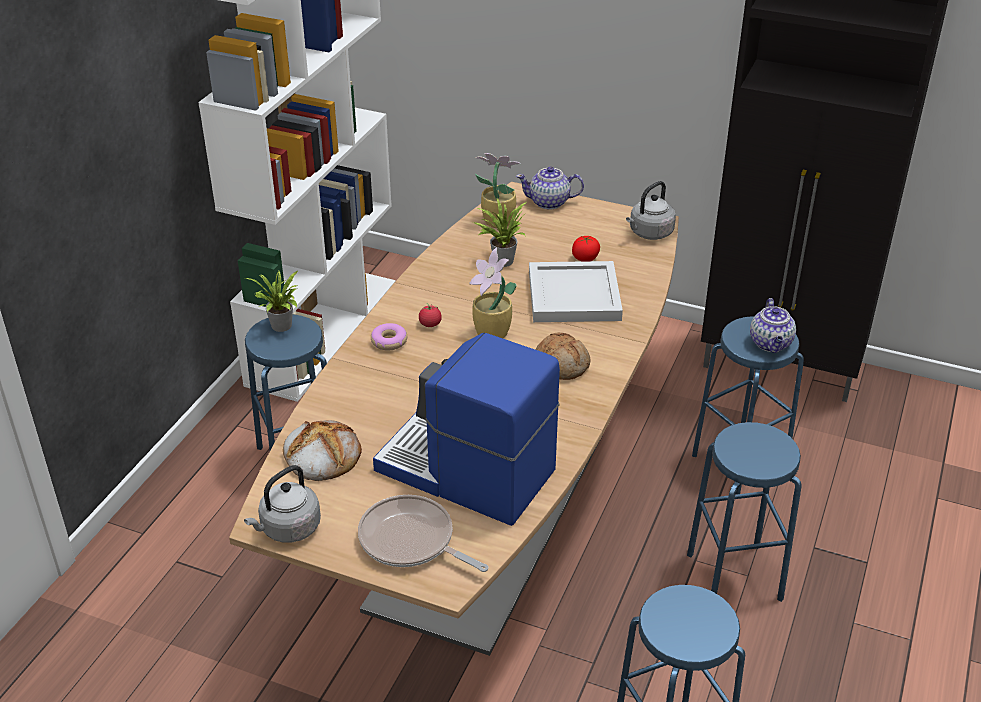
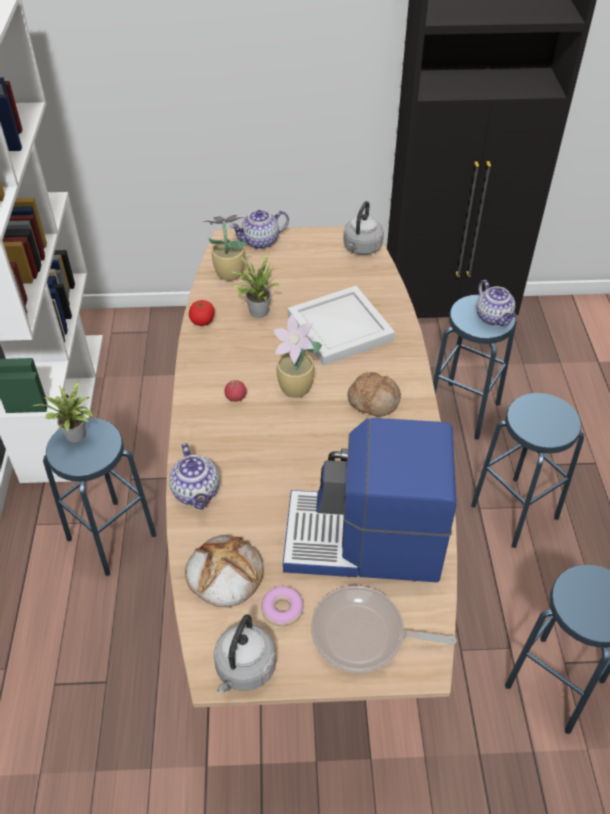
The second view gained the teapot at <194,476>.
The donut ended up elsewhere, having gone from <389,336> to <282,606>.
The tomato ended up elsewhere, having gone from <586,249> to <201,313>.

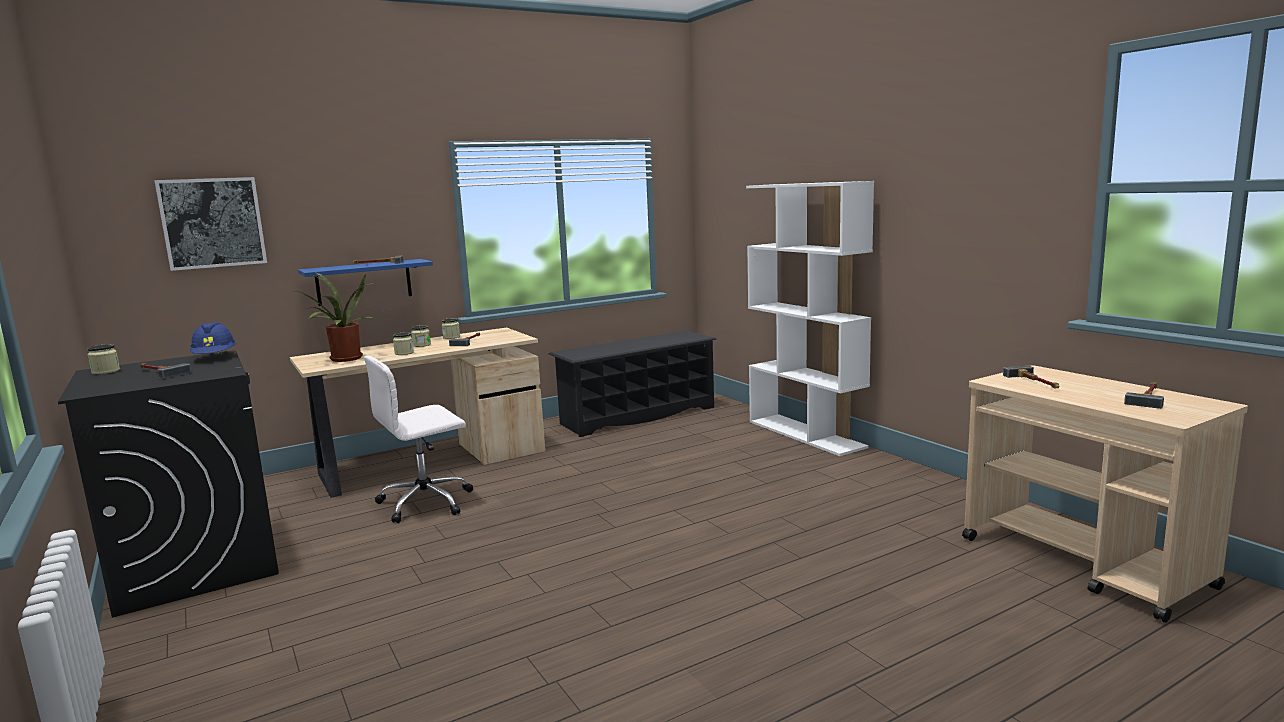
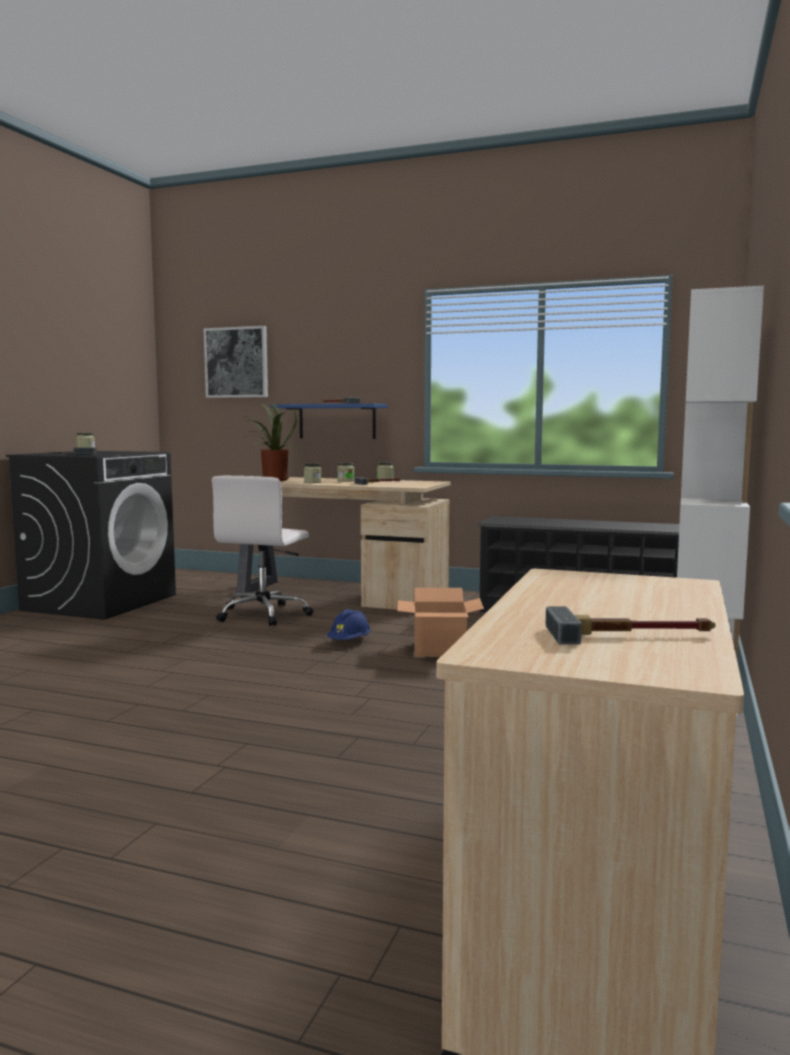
The second view lost the hammer at <1031,376>.
The second view gained the cardboard box at <440,622>.
The blue hard hat ended up elsewhere, having gone from <213,338> to <348,624>.
The white office chair at <418,439> ended up facing another way, 90 degrees counterclockwise from before.

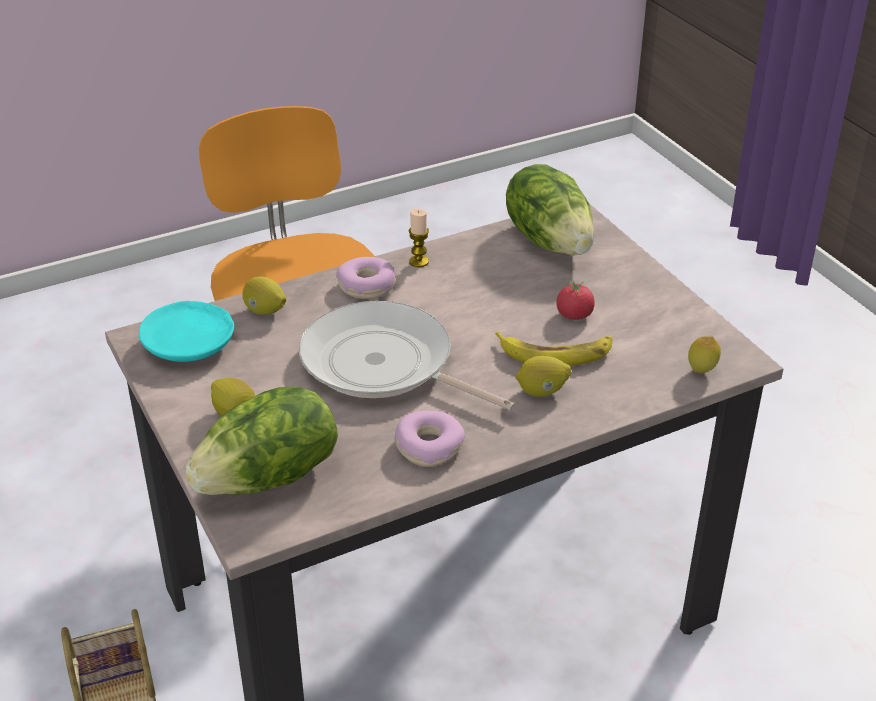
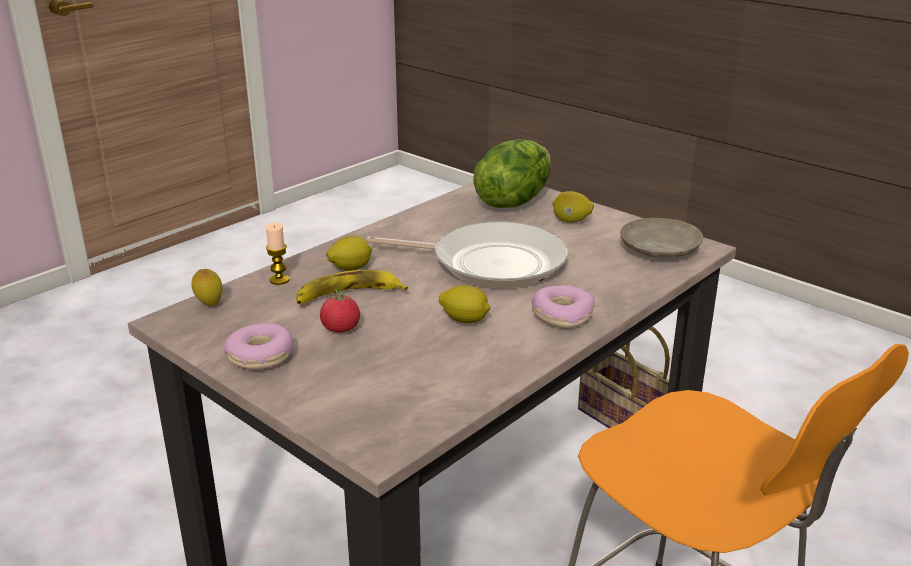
The second view lost the lettuce at <550,209>.
The lemon ended up elsewhere, having gone from <264,295> to <464,304>.
The donut ended up elsewhere, having gone from <429,439> to <259,346>.
The candle ended up elsewhere, having gone from <419,238> to <277,254>.
What was the turquoise plate at <186,331> turned into the beige plate at <661,238>.

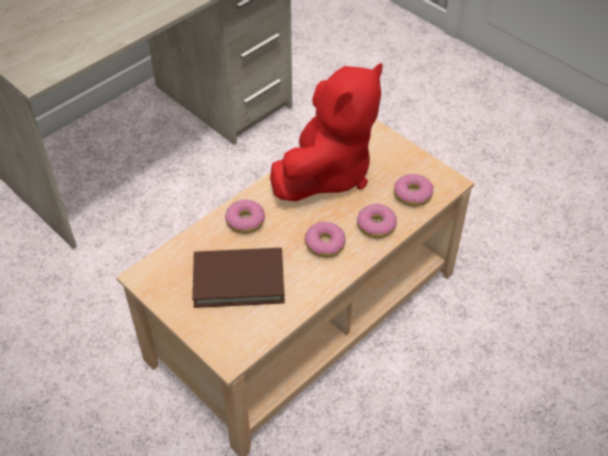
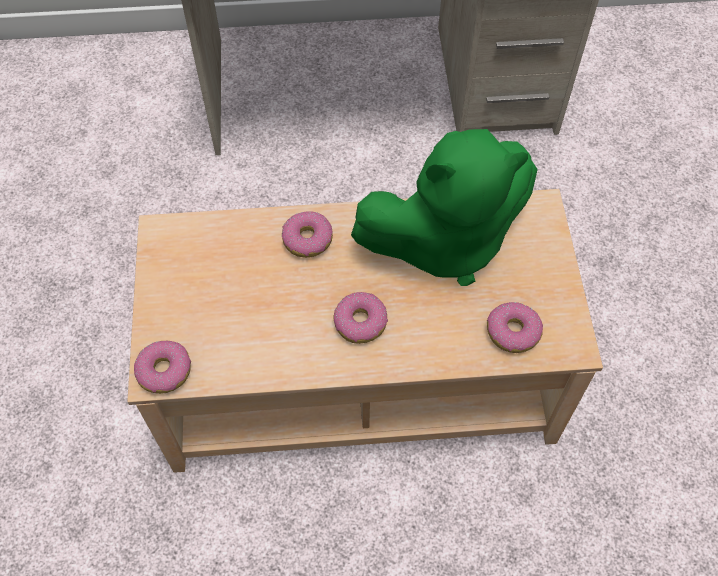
The second view lost the brown book at <238,278>.
The donut ended up elsewhere, having gone from <377,221> to <162,367>.
What was the red plush toy at <326,132> turned into the green plush toy at <444,207>.

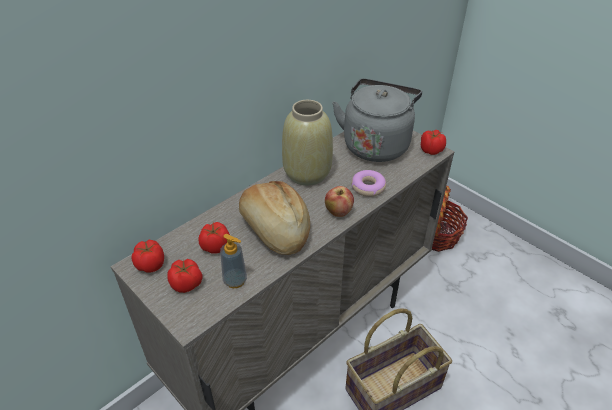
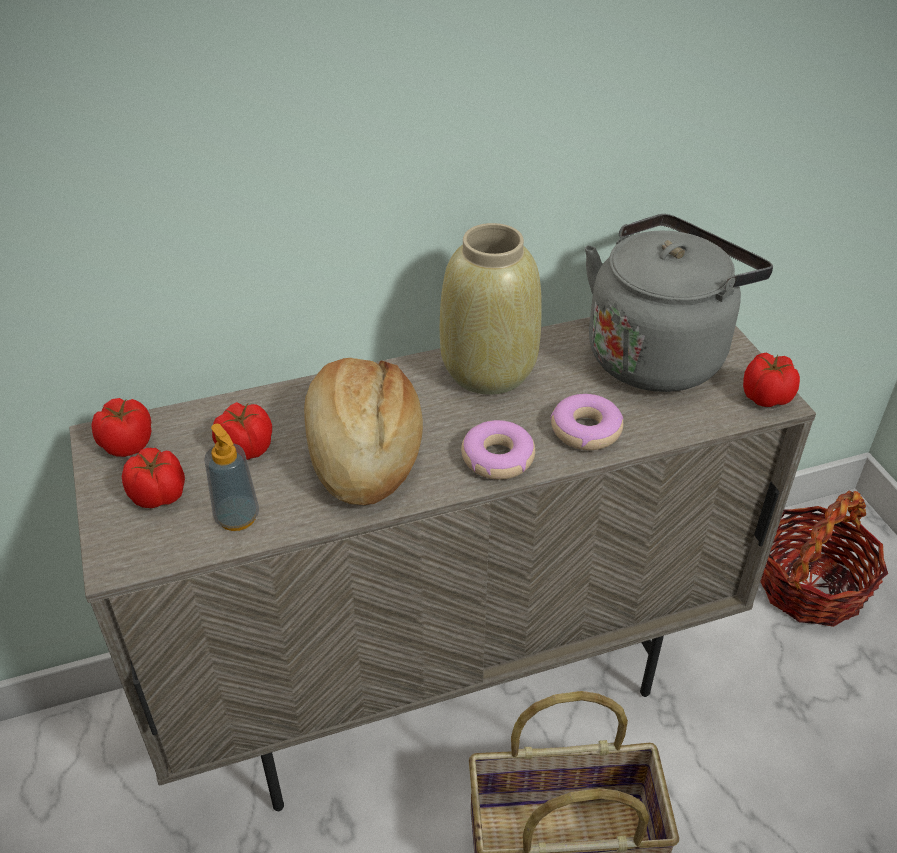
Where the apple stood at <339,201>, the donut came to stand at <498,450>.

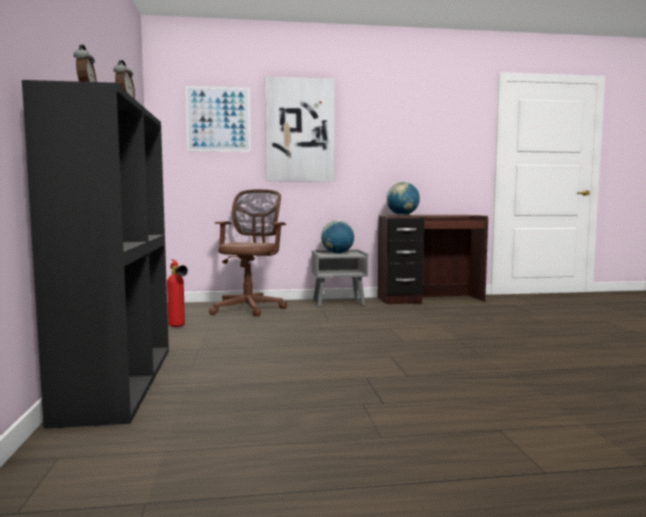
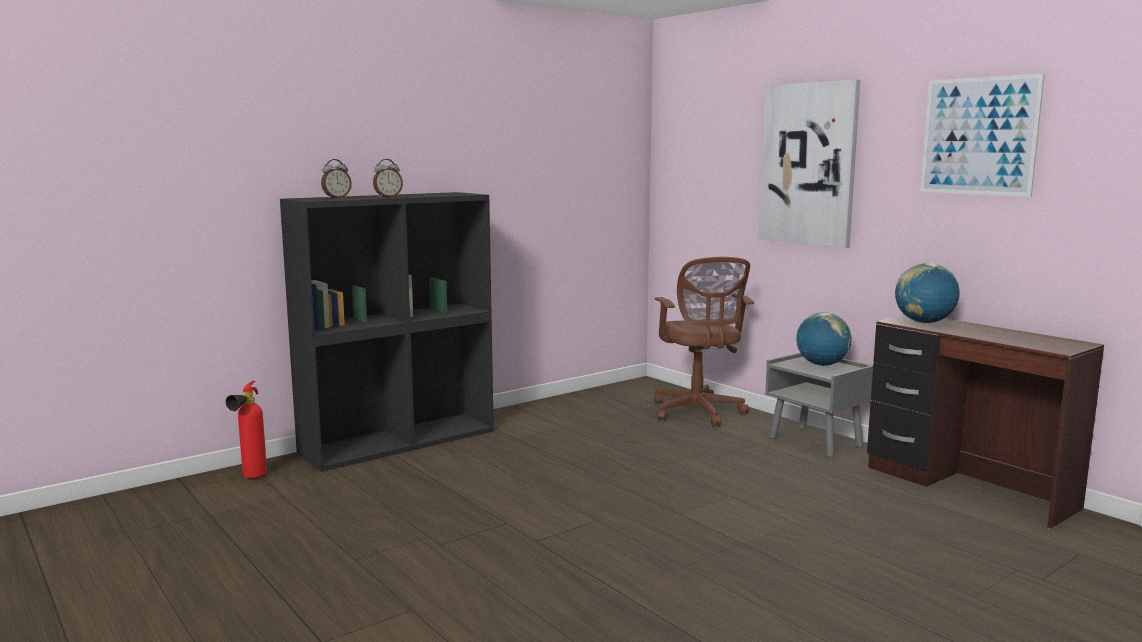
The fire extinguisher ended up elsewhere, having gone from <177,293> to <246,430>.
The picture ended up elsewhere, having gone from <218,119> to <982,135>.
The brown office chair at <248,253> ended up facing another way, 90 degrees clockwise from before.

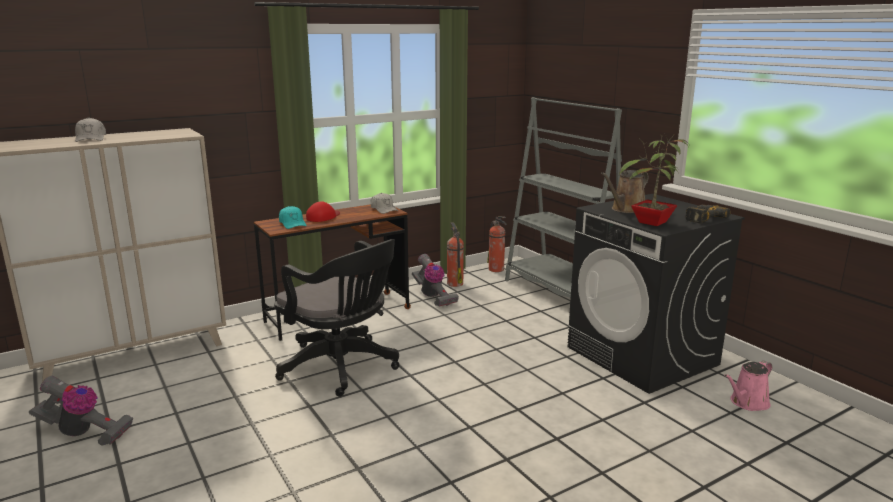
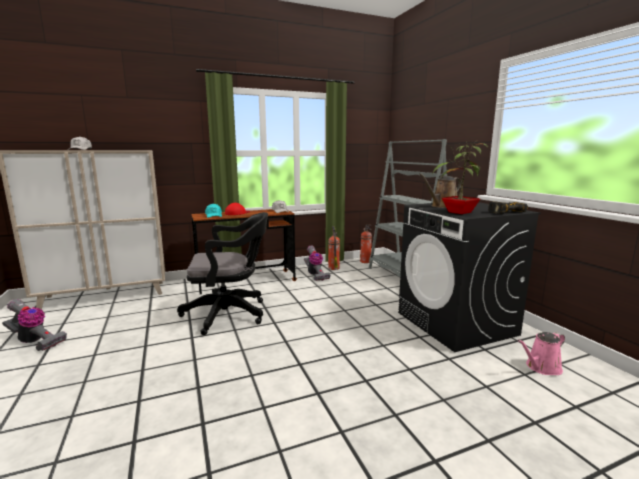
The black office chair at <336,318> ended up facing another way, 60 degrees counterclockwise from before.

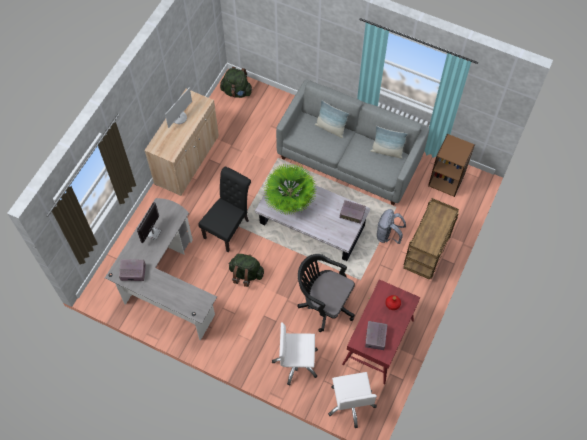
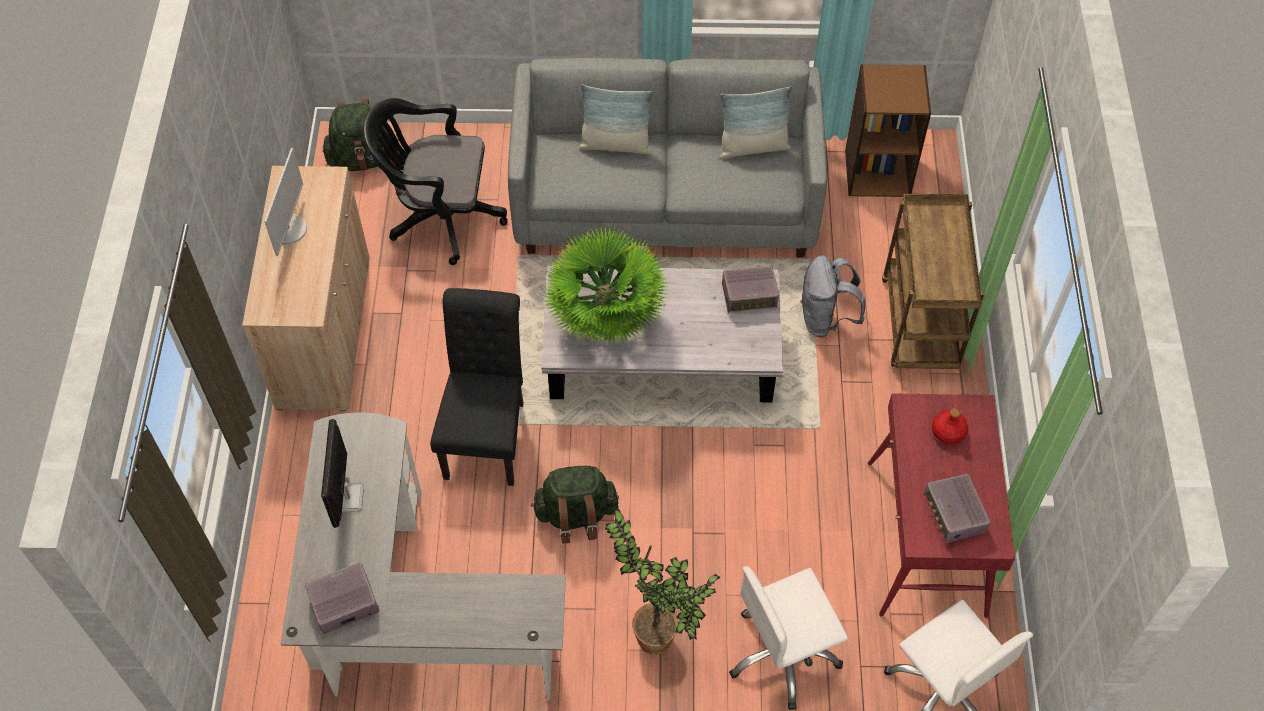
The second view gained the potted plant at <663,581>.
The black office chair ended up elsewhere, having gone from <326,293> to <435,181>.

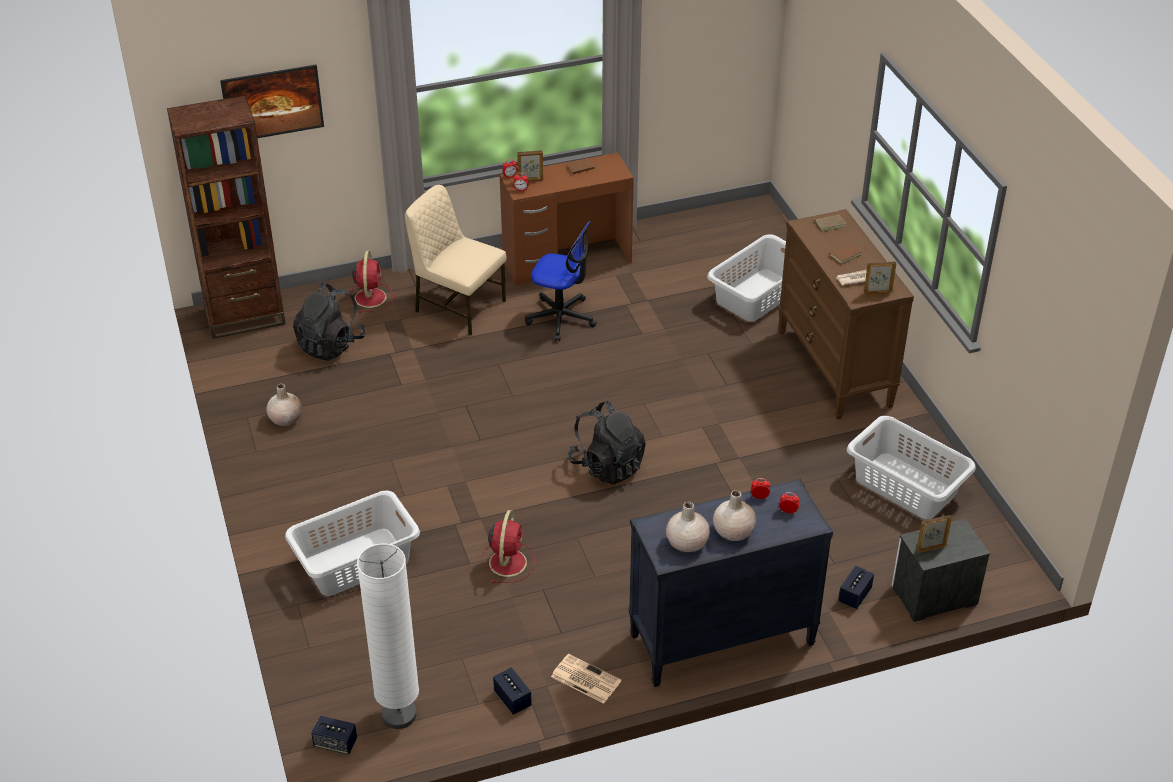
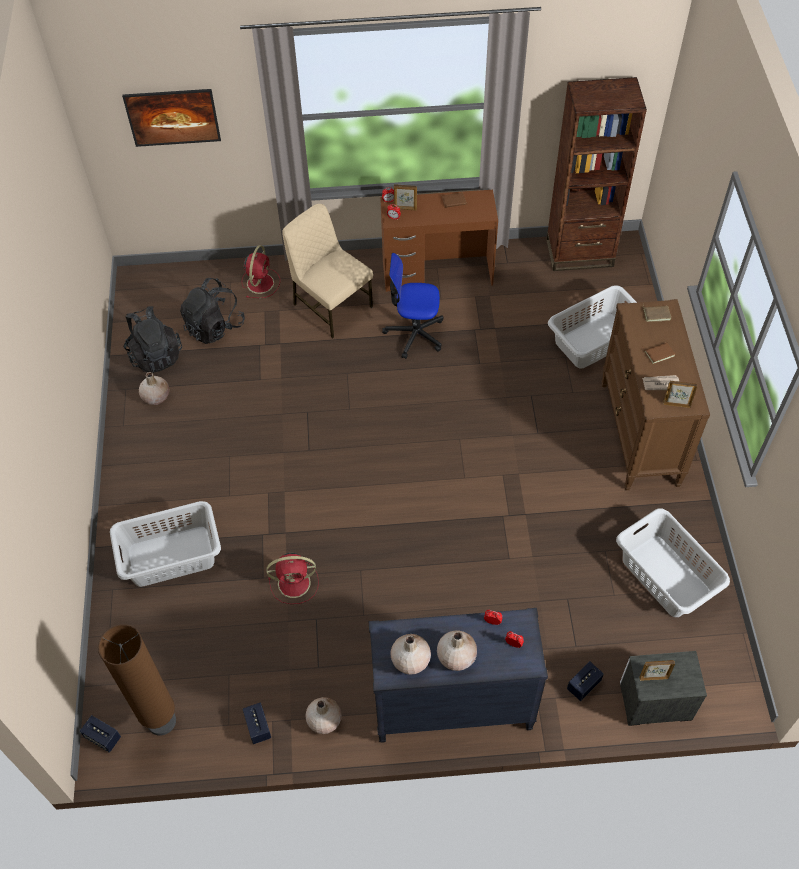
The brown bookcase ended up elsewhere, having gone from <226,217> to <596,174>.
The black backpack ended up elsewhere, having gone from <607,443> to <153,339>.
Where the newspaper stood at <586,679>, the beige vase came to stand at <324,715>.
What was the white floor lamp at <388,636> turned into the brown floor lamp at <137,679>.
The red fan at <508,546> ended up facing another way, 60 degrees clockwise from before.
The office chair at <561,281> ended up facing another way, 150 degrees clockwise from before.

